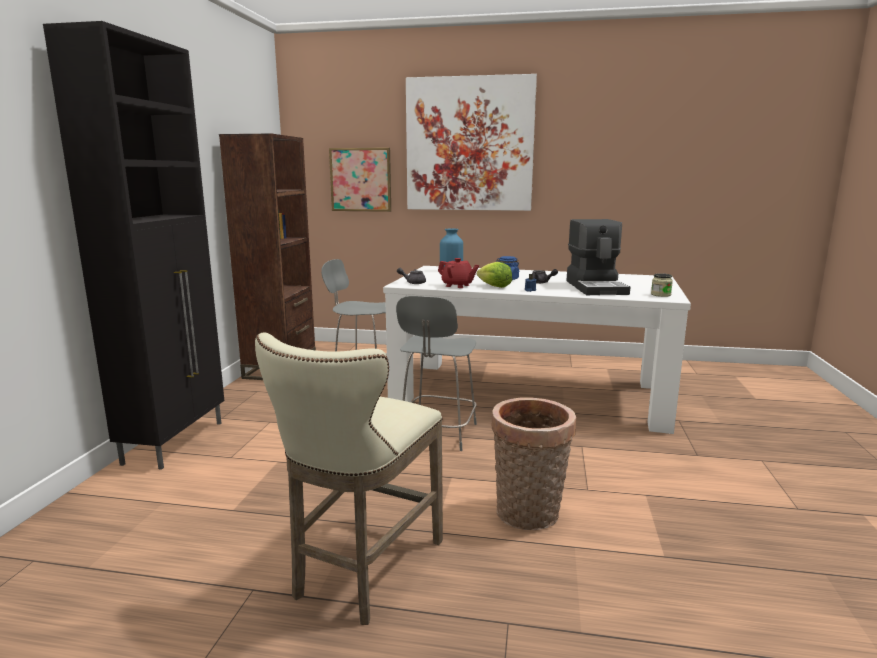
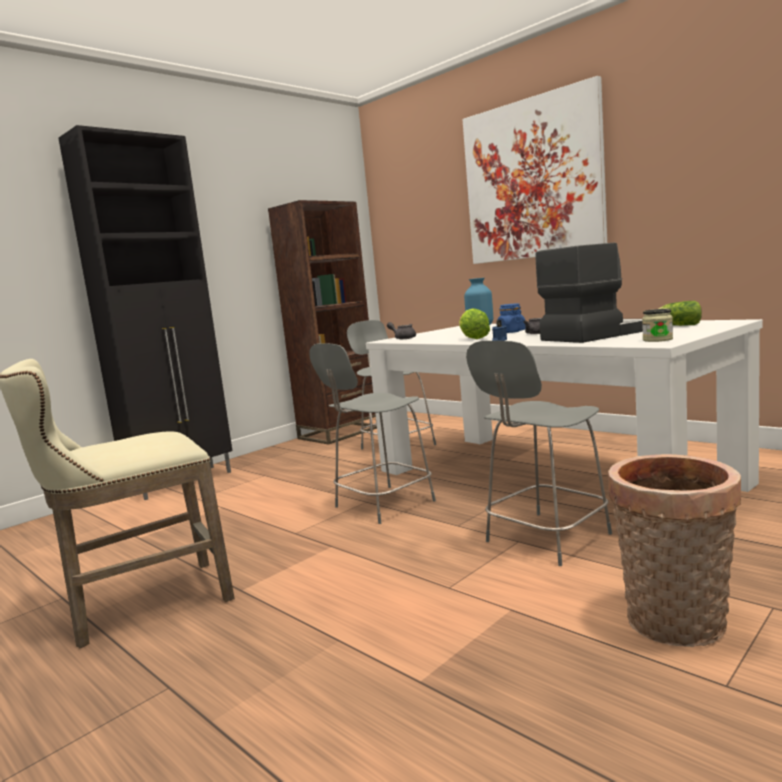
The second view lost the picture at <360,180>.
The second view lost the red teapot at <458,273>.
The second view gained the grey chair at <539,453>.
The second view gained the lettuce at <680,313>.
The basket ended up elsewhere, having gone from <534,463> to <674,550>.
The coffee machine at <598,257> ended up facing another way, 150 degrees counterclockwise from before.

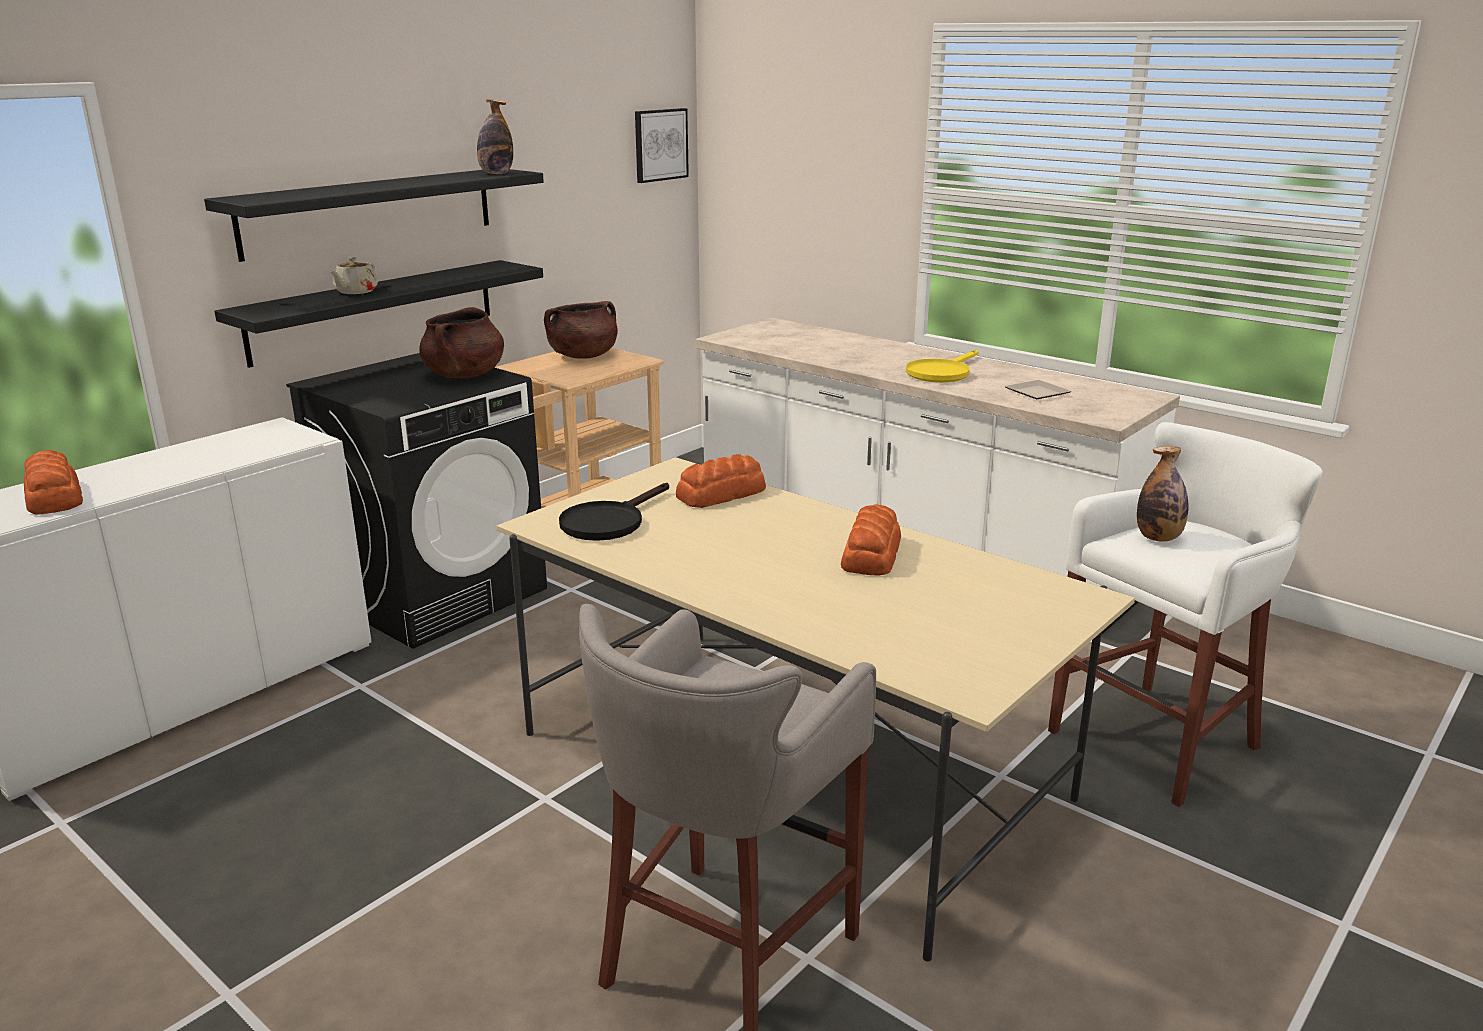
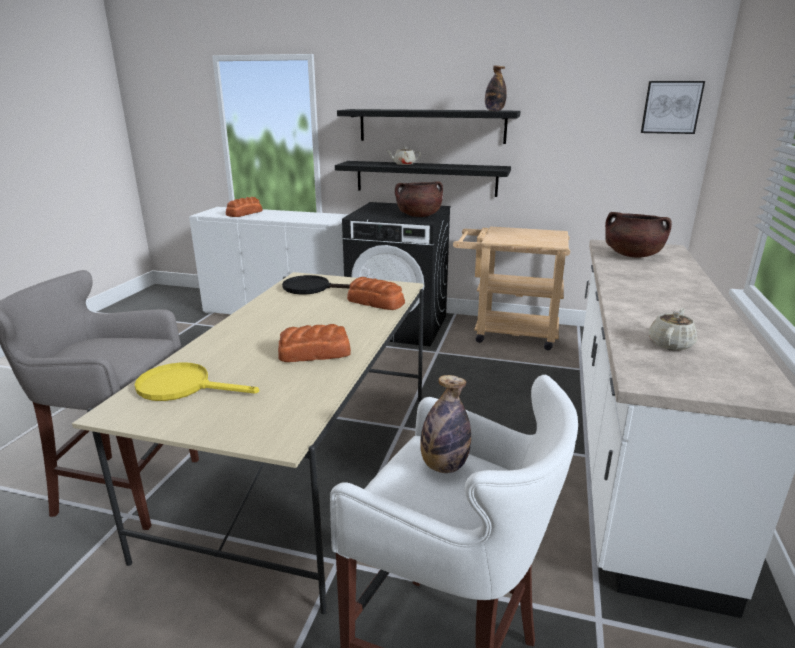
The brown cooking pot ended up elsewhere, having gone from <581,329> to <638,234>.
The yellow frying pan ended up elsewhere, having gone from <942,366> to <196,381>.
Where the plate stood at <1038,389>, the beige teapot came to stand at <673,329>.

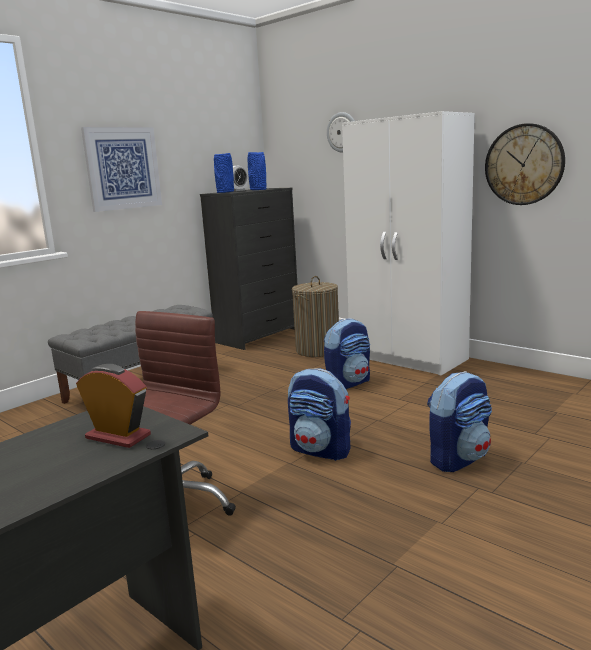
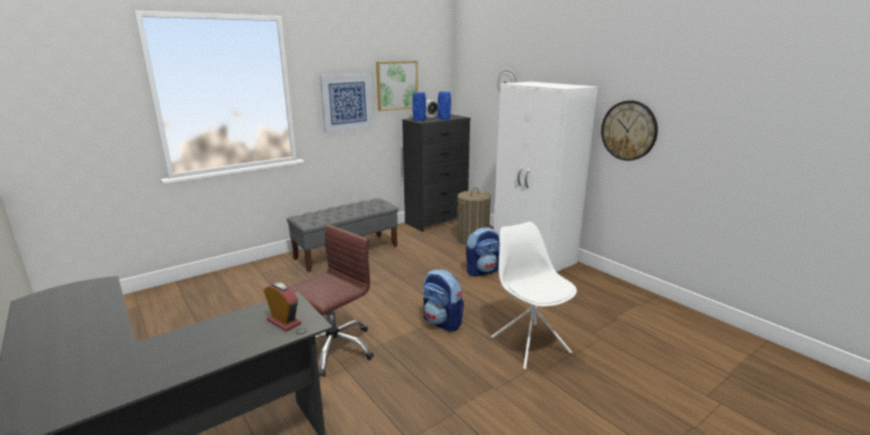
The second view gained the picture at <397,86>.
Where the backpack stood at <459,421>, the white chair came to stand at <534,296>.

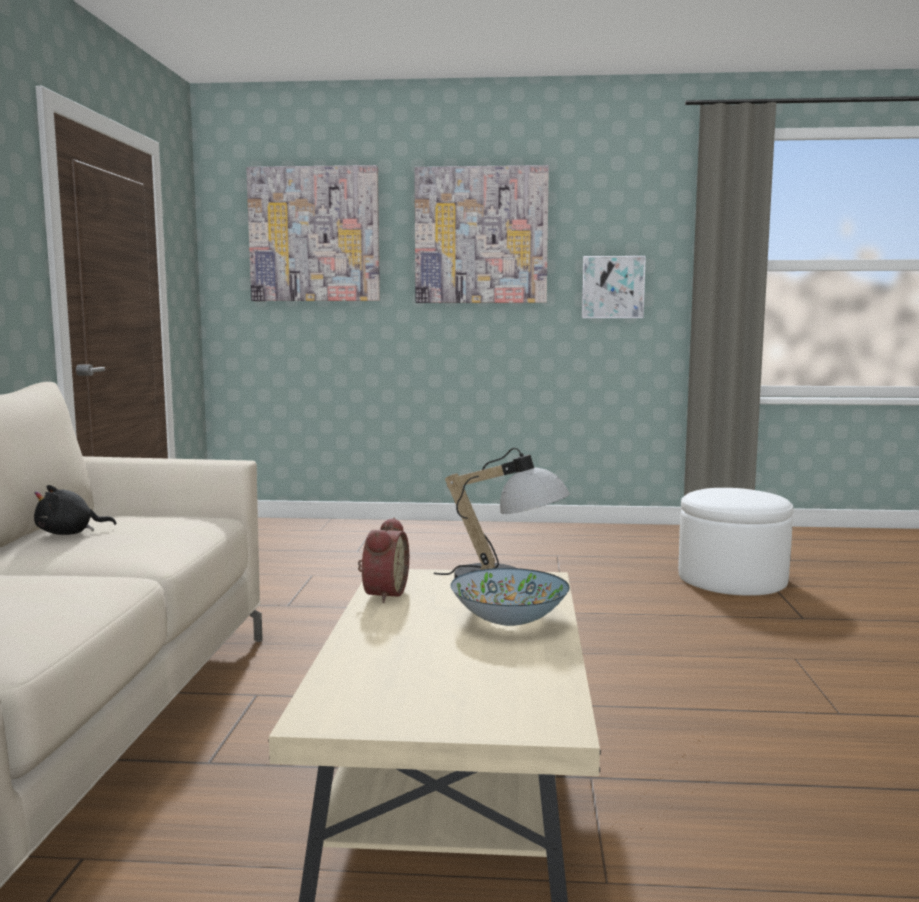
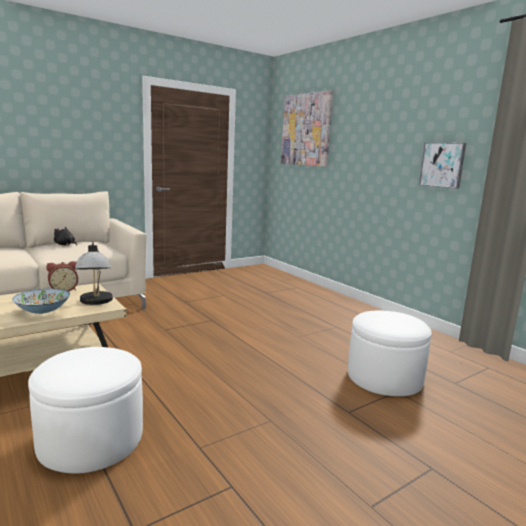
The second view lost the picture at <481,234>.
The second view gained the white ottoman at <85,410>.

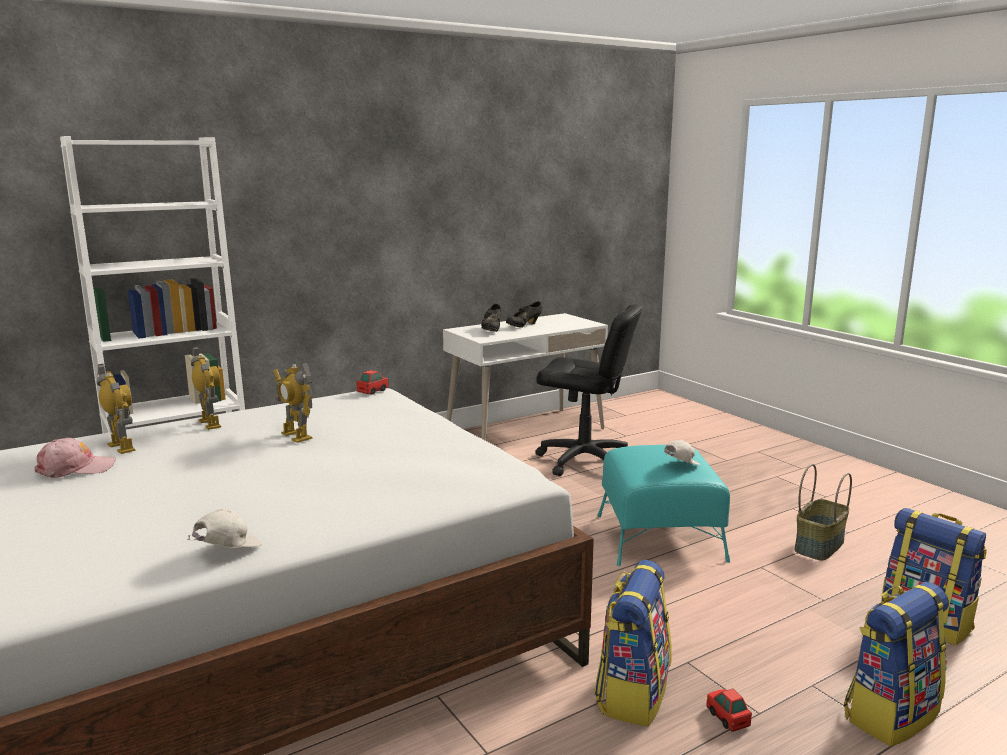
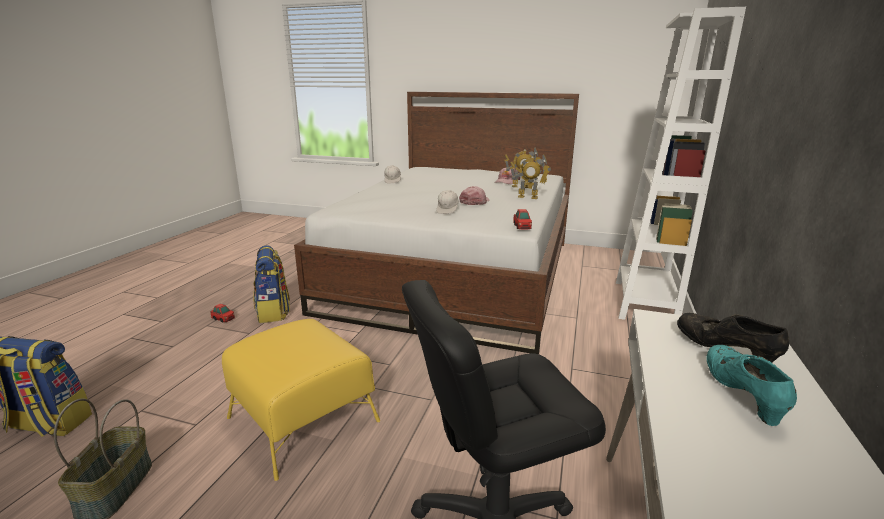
The second view lost the backpack at <896,664>.
The white cap ended up elsewhere, having gone from <682,452> to <447,202>.
Where the toy robot stood at <293,403>, the pink cap came to stand at <474,195>.
What was the black shoe at <524,314> turned into the turquoise shoe at <751,385>.
What was the turquoise ottoman at <663,505> turned into the yellow ottoman at <301,400>.

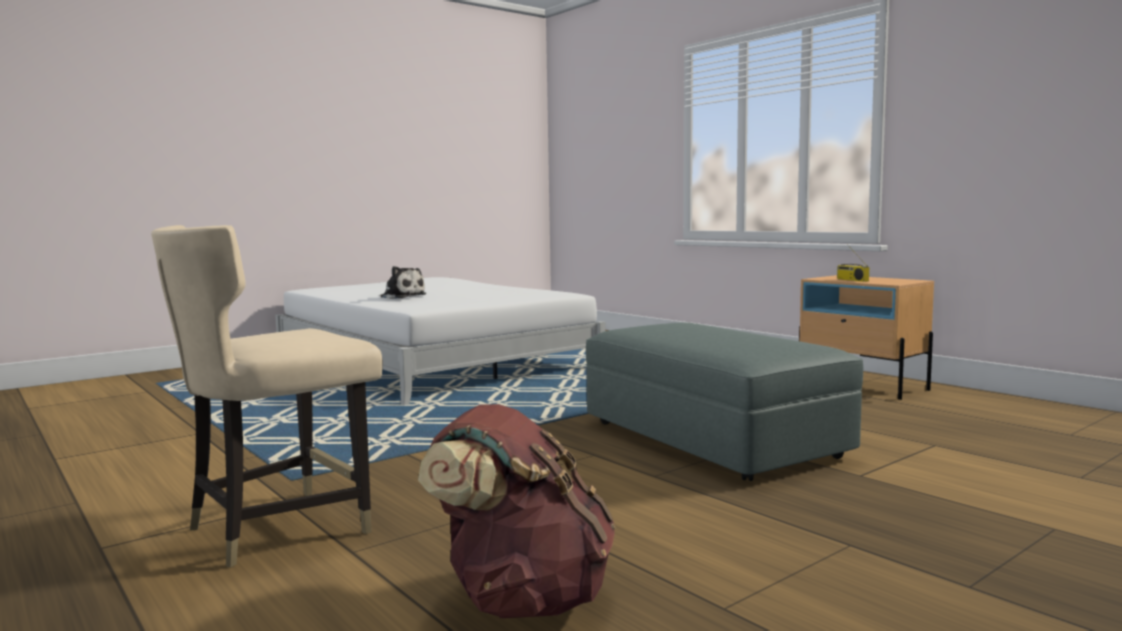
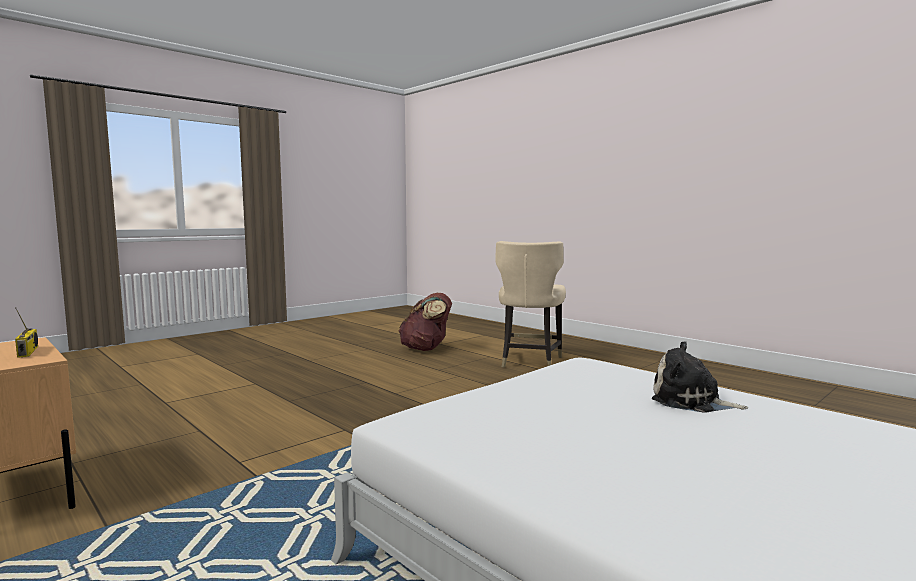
The second view lost the grey ottoman at <724,401>.
The beige chair at <267,396> ended up facing another way, 150 degrees clockwise from before.

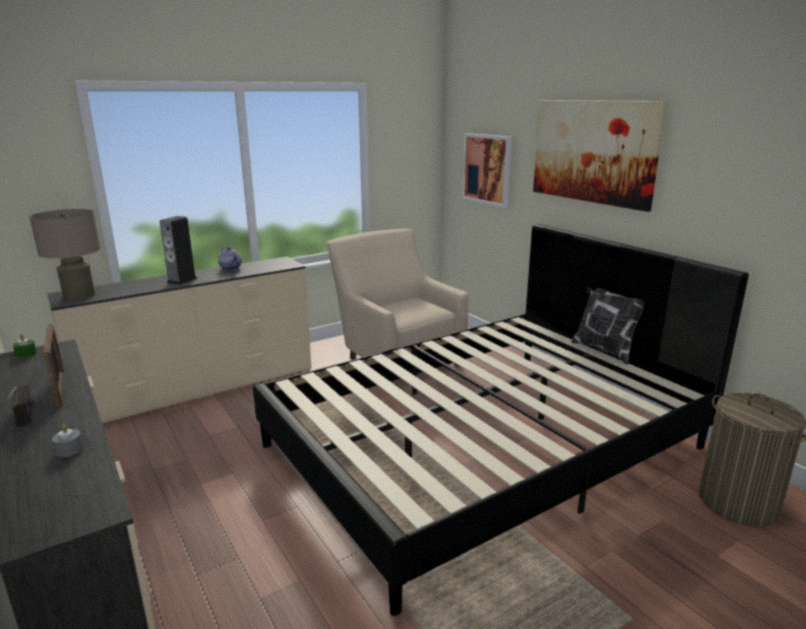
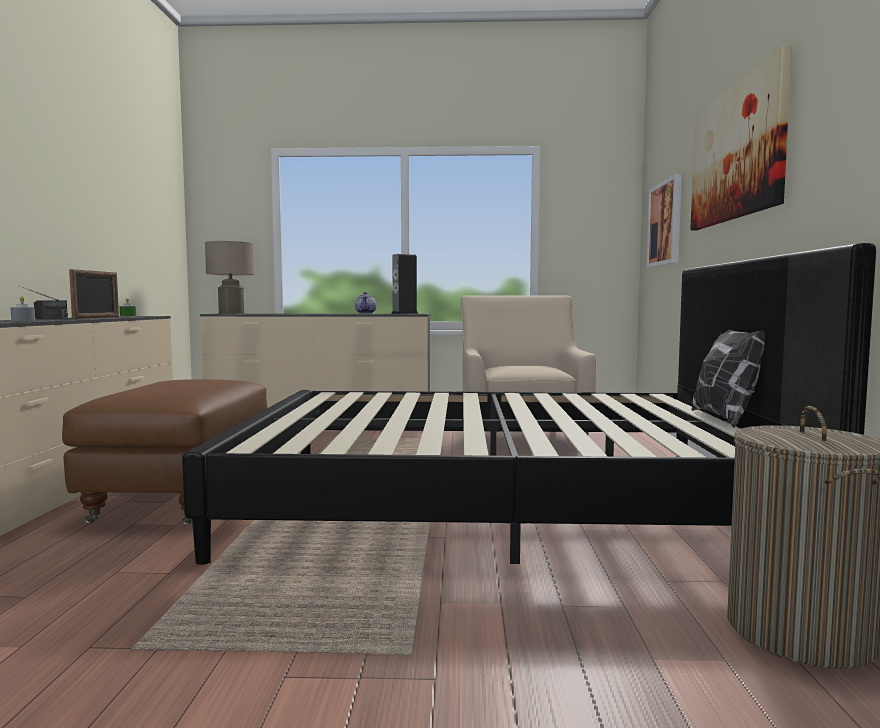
The second view gained the brown ottoman at <165,452>.
The speaker ended up elsewhere, having gone from <178,250> to <405,284>.

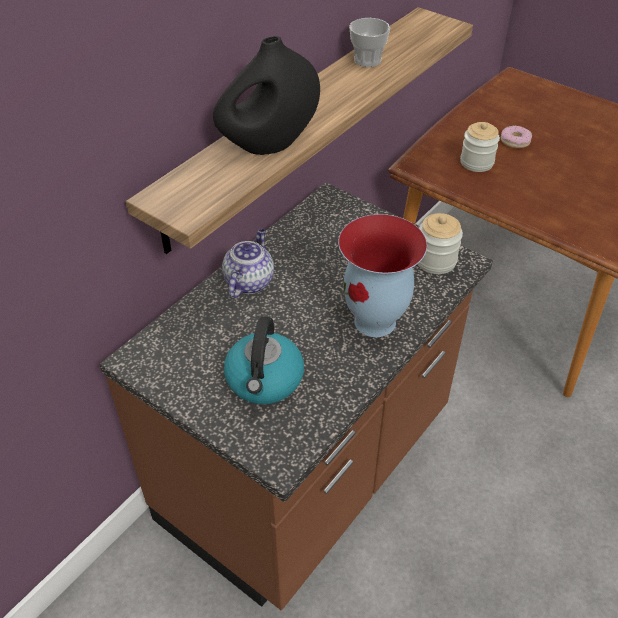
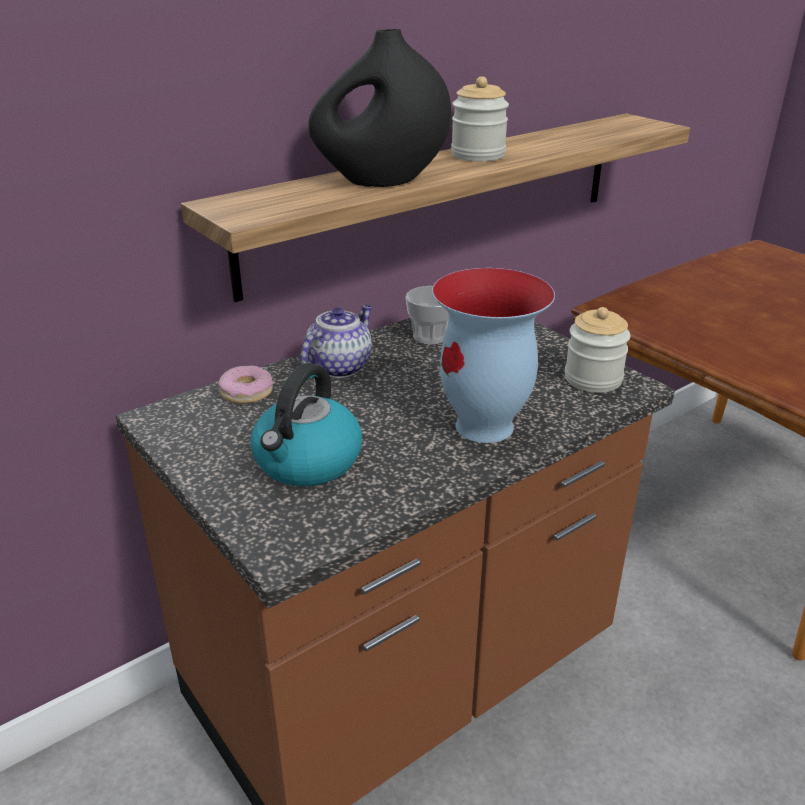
The cup ended up elsewhere, having gone from <369,42> to <427,315>.
The jar ended up elsewhere, having gone from <480,147> to <480,118>.
The donut ended up elsewhere, having gone from <516,137> to <245,385>.

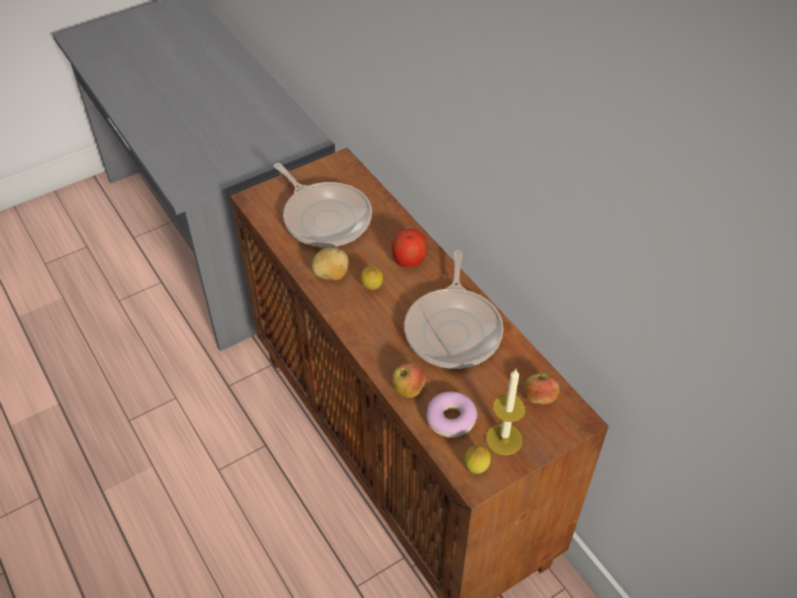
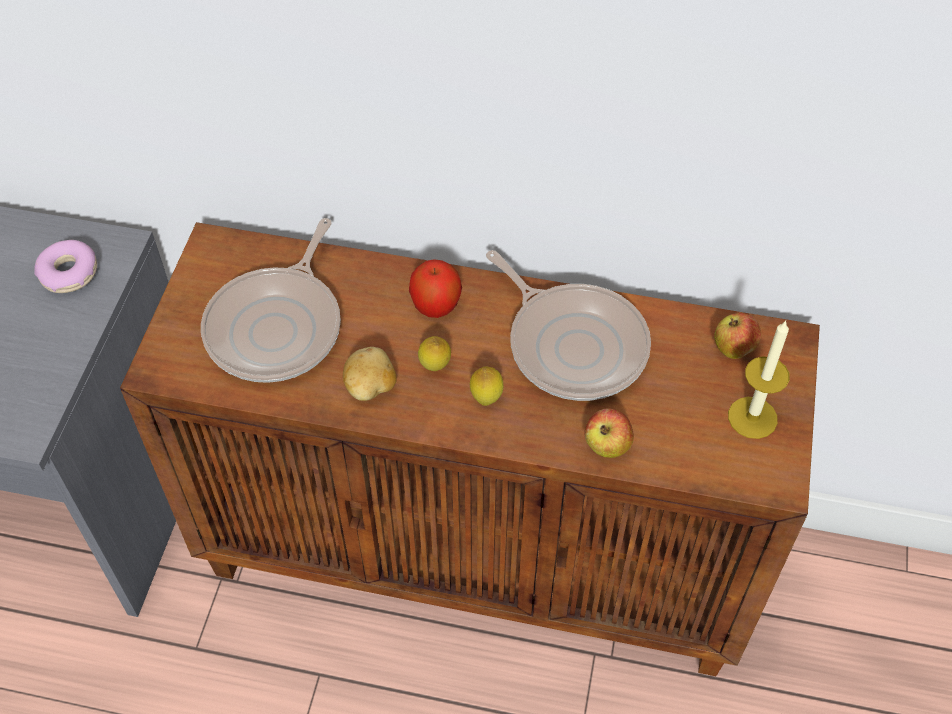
The donut ended up elsewhere, having gone from <452,415> to <65,266>.
The lemon ended up elsewhere, having gone from <478,459> to <486,386>.
The frying pan at <323,205> ended up facing another way, 105 degrees clockwise from before.

